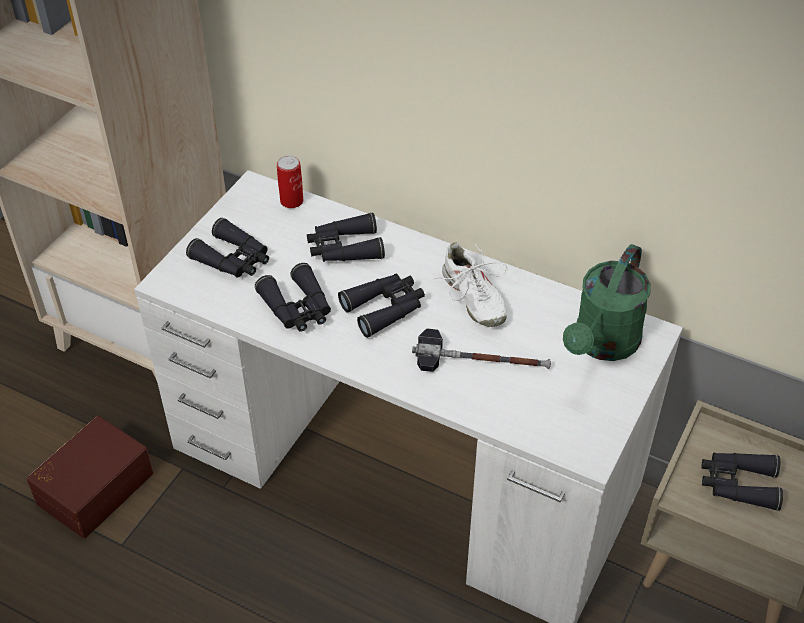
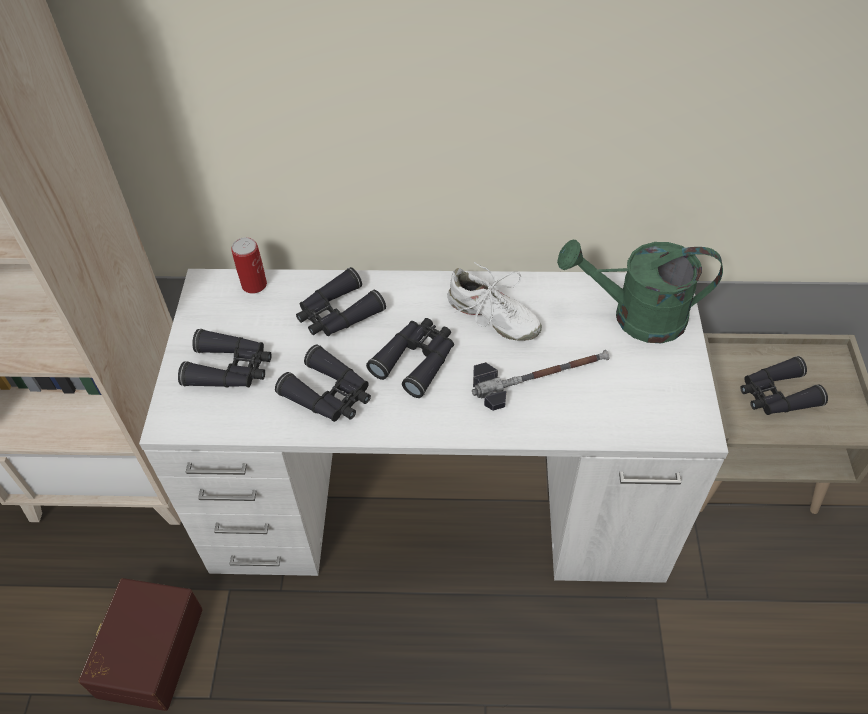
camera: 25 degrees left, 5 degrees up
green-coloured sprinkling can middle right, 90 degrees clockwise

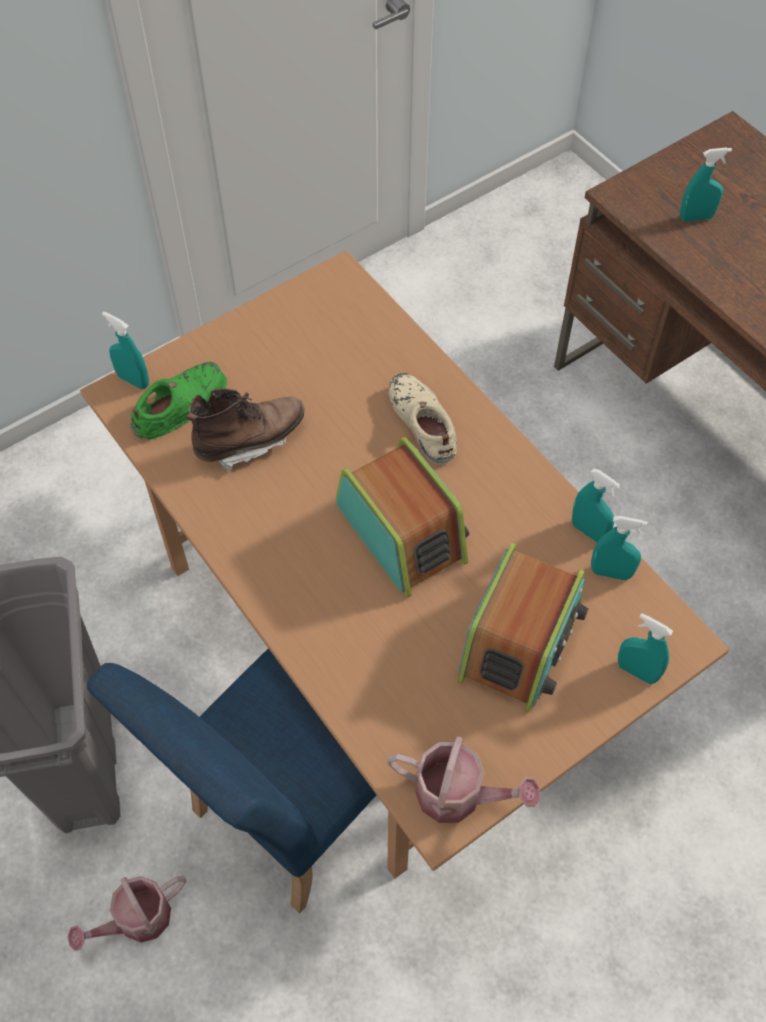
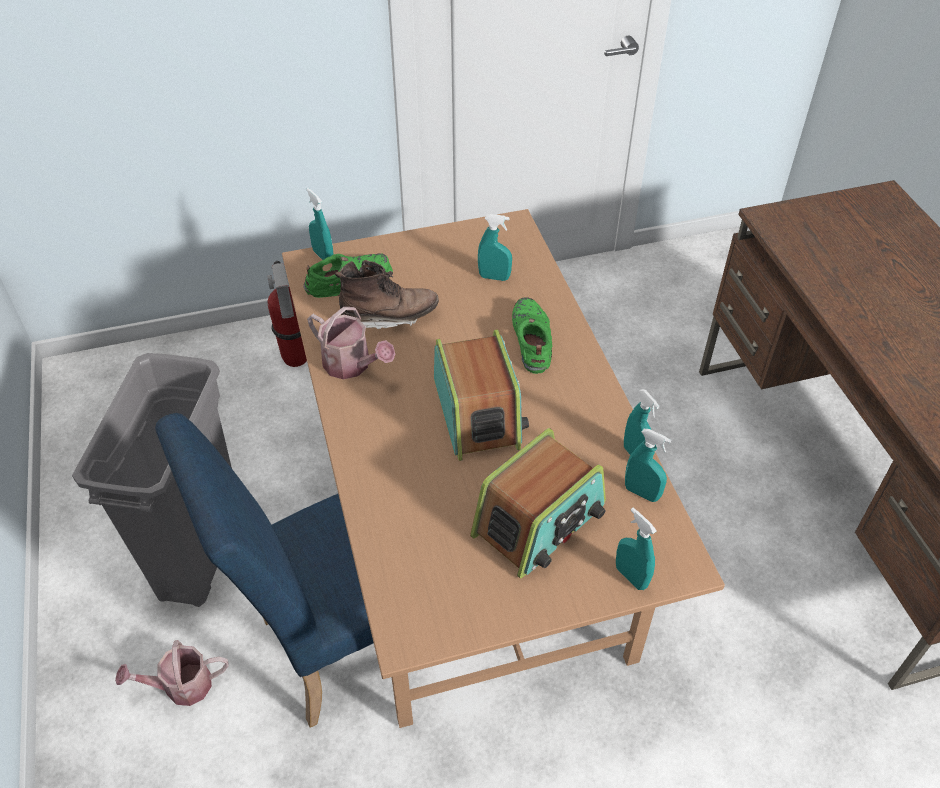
camera: 20 degrees right, 10 degrees down
none -> extinguisher middle left
sprinkling can (2nd from left) bottom centre -> sprinkling can (2nd from left) centre, move
blue-green hand sprayer (5th from left in the first image) top right -> blue-green hand sprayer (2nd from left) top centre, move
sand-coloured shoe centre -> green-coloured shoe (2nd from left) centre

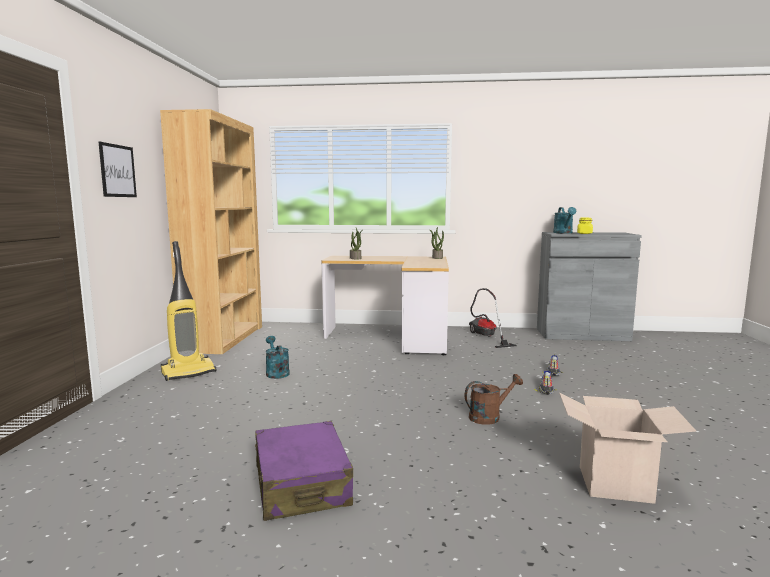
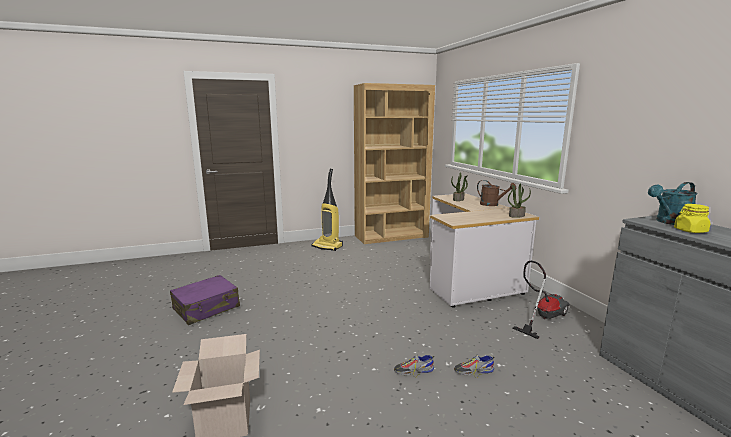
camera: 65 degrees right, 5 degrees up
wall art top left -> none
blue-green sprinkling can (1st from left) centre -> none
brown sprinkling can bottom centre -> brown sprinkling can middle right, move

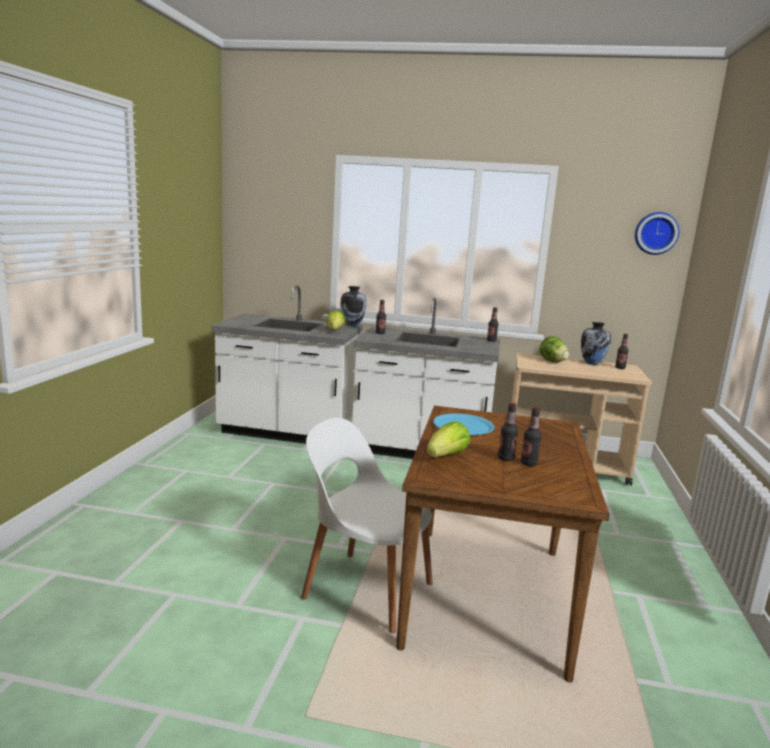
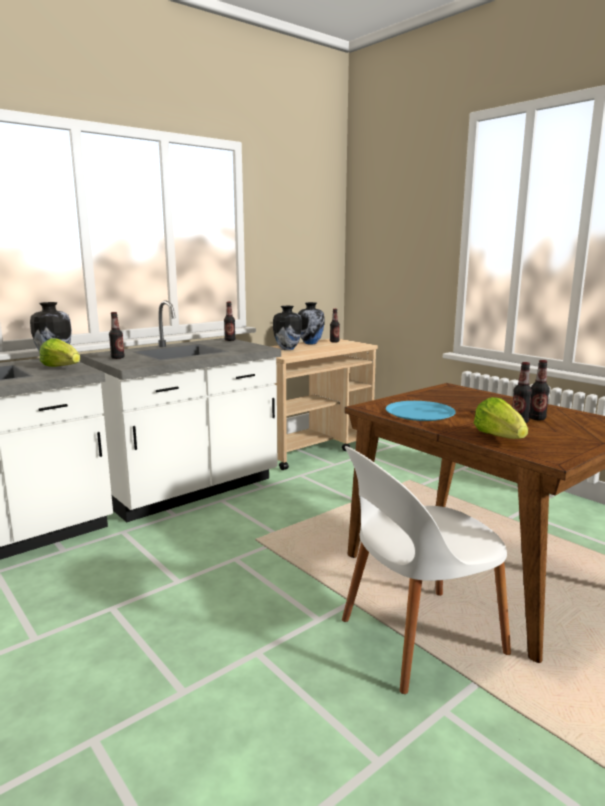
camera: 50 degrees left, 0 degrees up
hanging clock top right -> none
head of lettuce (3rd from left) middle right -> decorative vase (2nd from left) centre

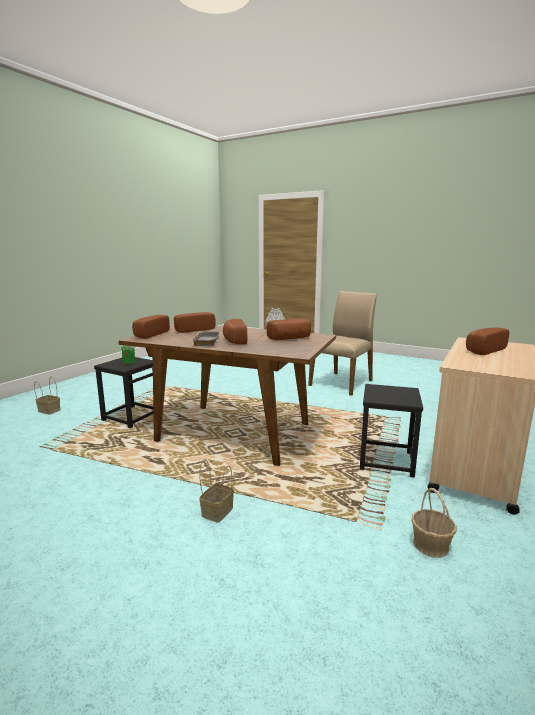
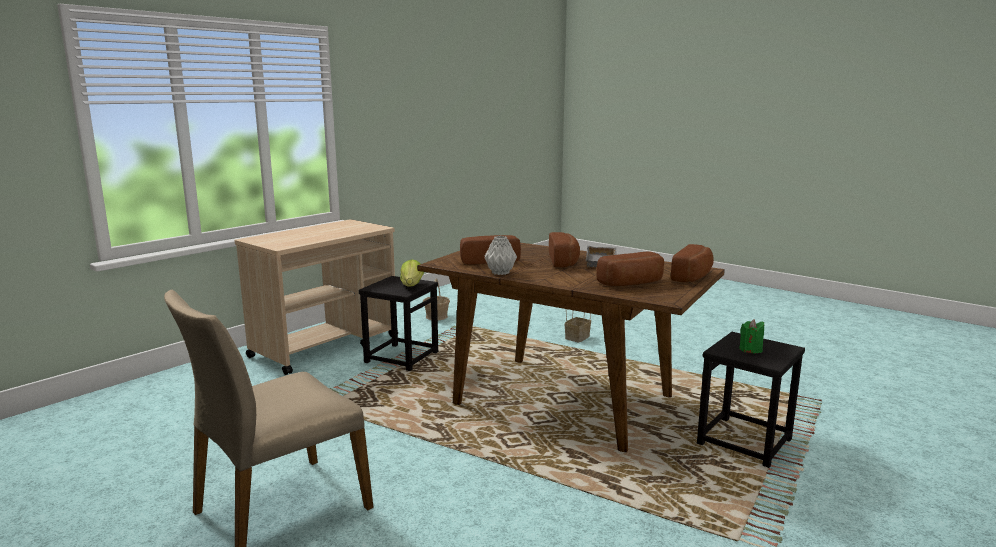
camera: 170 degrees left, 0 degrees up
storage basket (1st from left) middle left -> none
baked bread (5th from left) middle right -> none
none -> head of lettuce centre

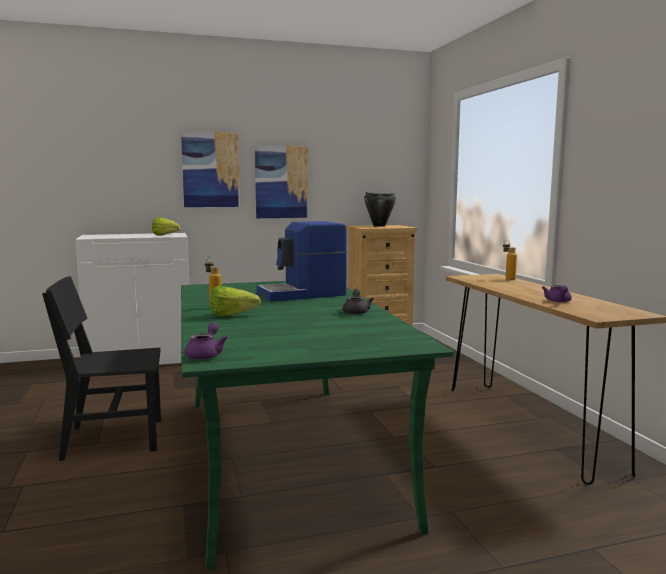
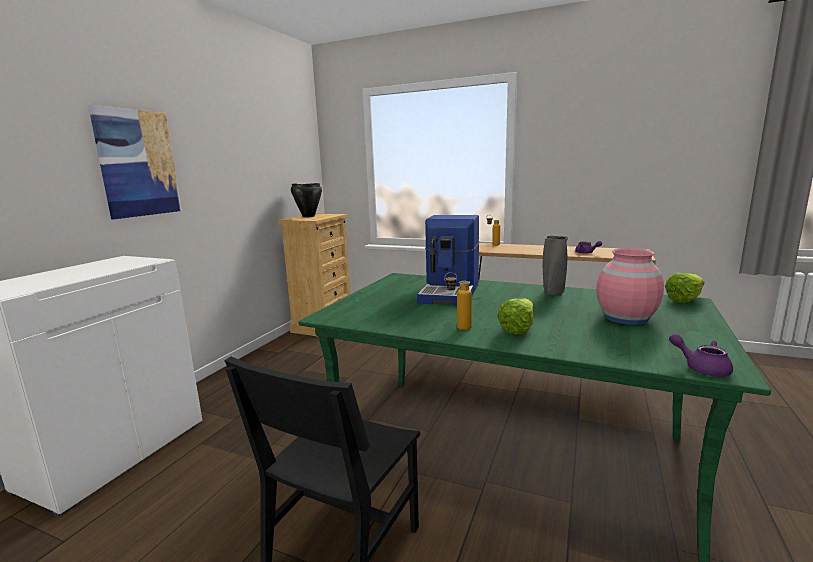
camera: 50 degrees left, 5 degrees up
wall art (2nd from left) top centre -> none
none -> pink decorative vase middle right
head of lettuce (1st from left in the first image) middle left -> head of lettuce (2nd from left) middle right, move
grey teapot centre -> grey decorative vase middle right

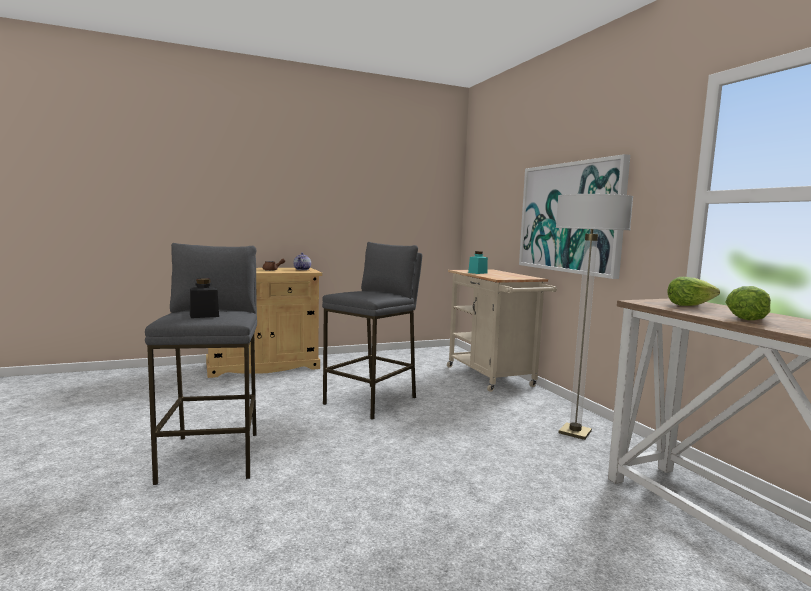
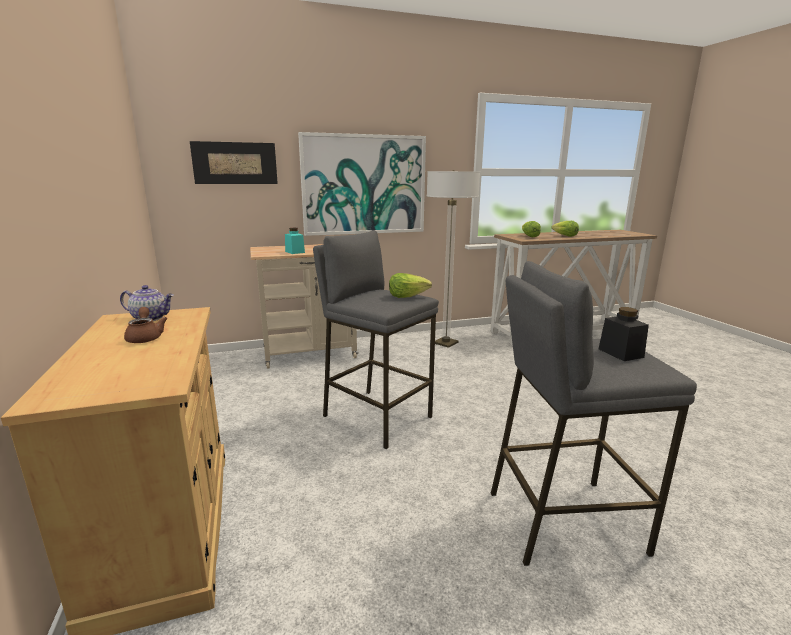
camera: 85 degrees left, 10 degrees up
none -> wall art (1st from left) top left
none -> head of lettuce (1st from left) centre

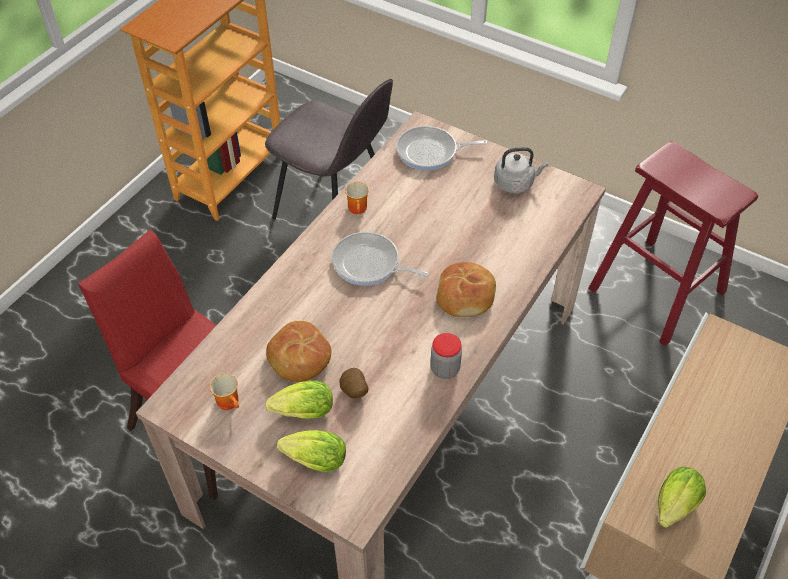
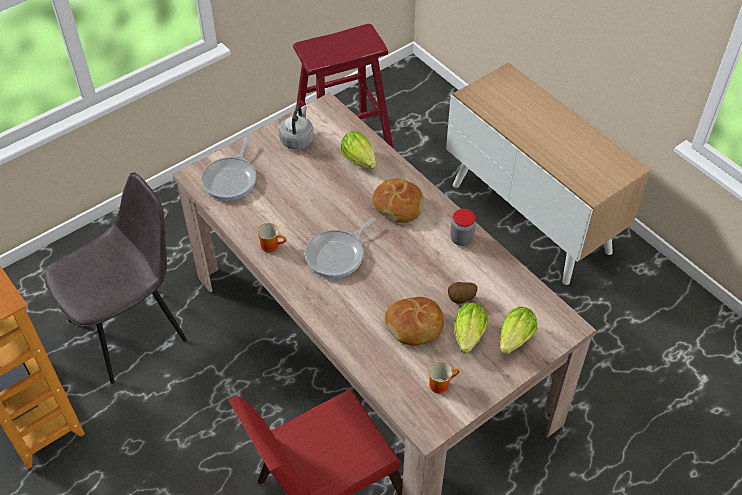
camera: 70 degrees left, 0 degrees up
head of lettuce (3rd from left in the first image) bottom right -> head of lettuce (1st from left) top centre, move

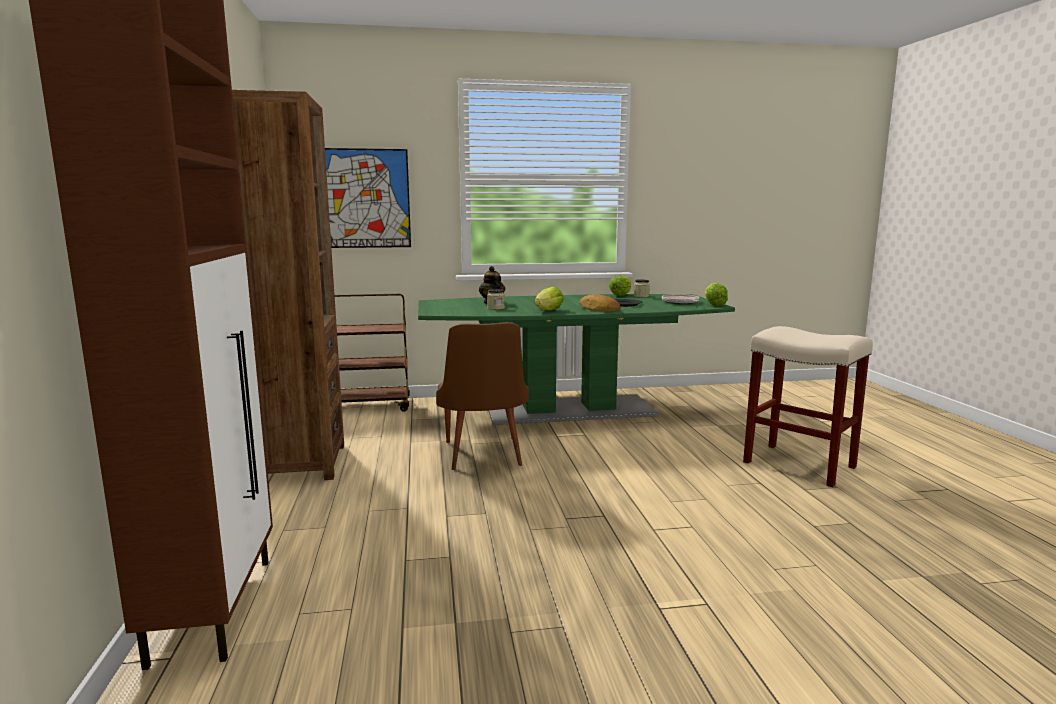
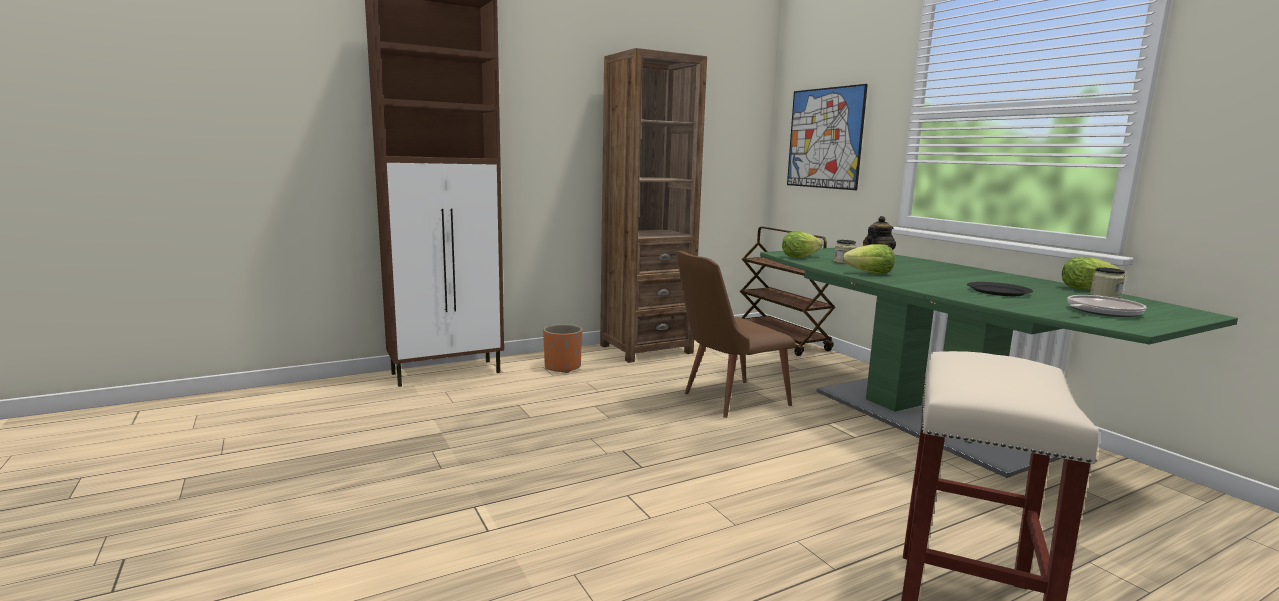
camera: 70 degrees right, 0 degrees up
baked bread centre -> none
none -> orange planter centre
head of lettuce (3rd from left in the first image) middle right -> head of lettuce (1st from left) centre, move

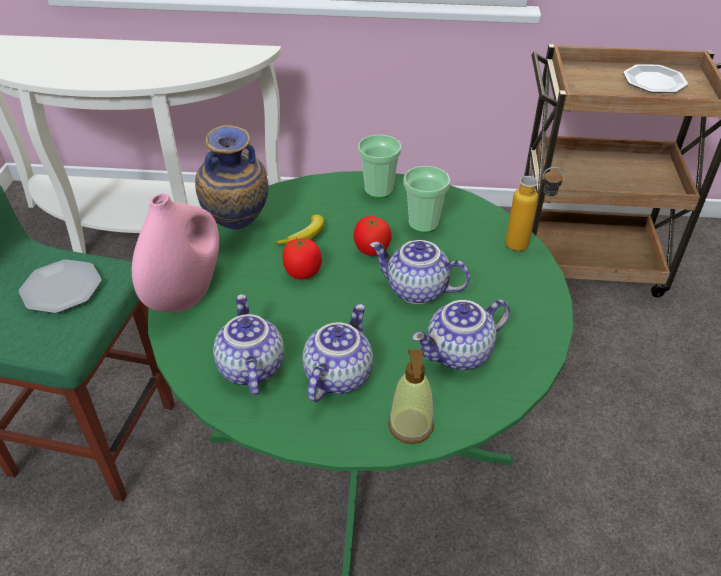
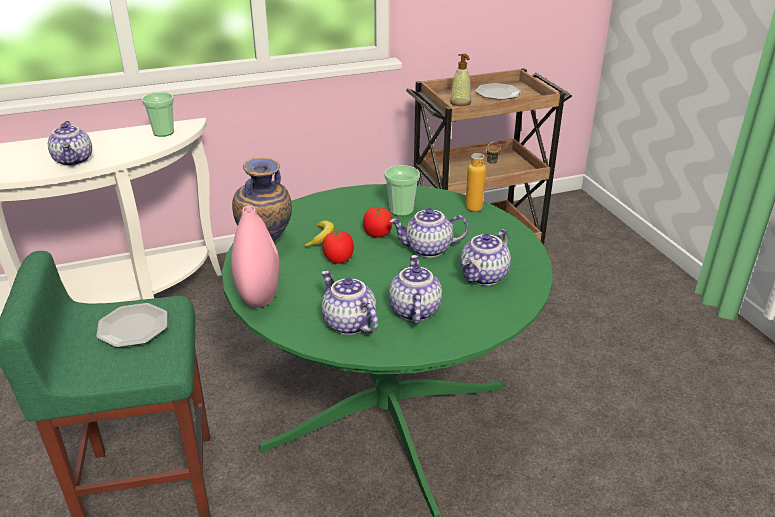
camera: 25 degrees left, 10 degrees down
none -> teapot (1st from left) top left
drinking cup (1st from left) top centre -> drinking cup (1st from left) top left, move
soap dispenser bottom centre -> soap dispenser top centre, move

